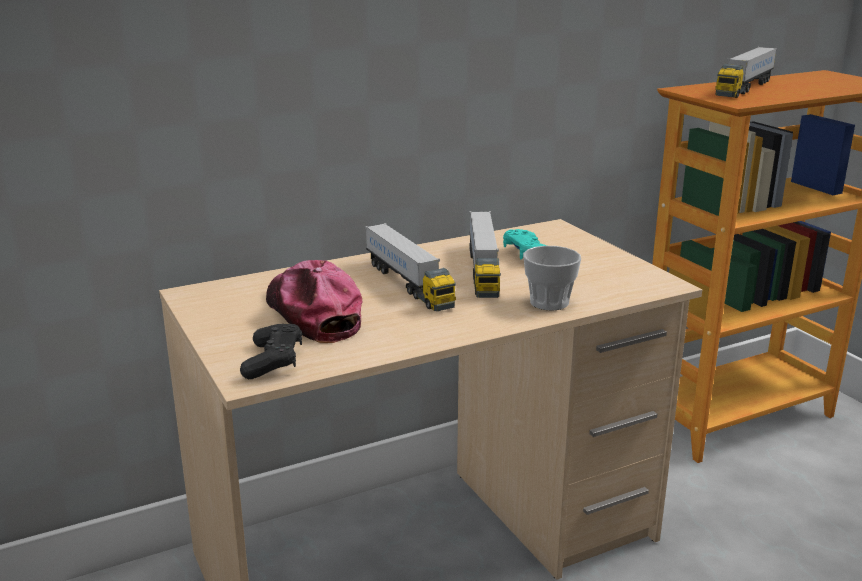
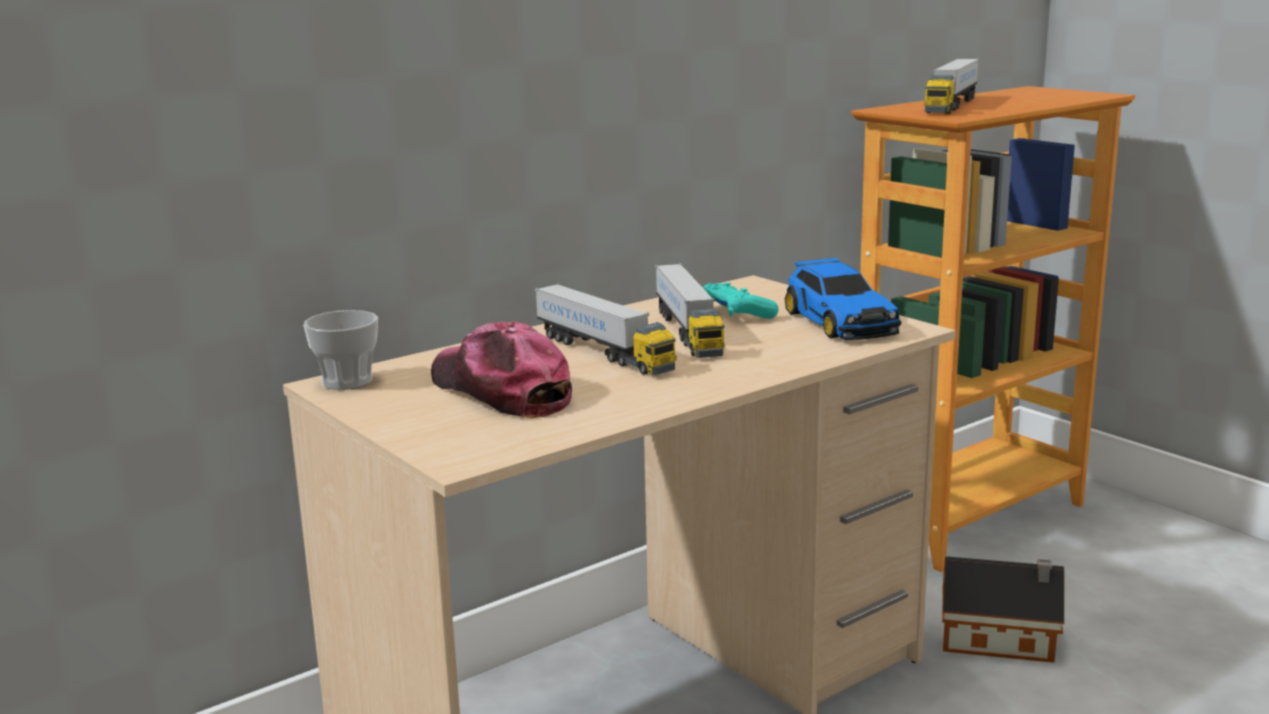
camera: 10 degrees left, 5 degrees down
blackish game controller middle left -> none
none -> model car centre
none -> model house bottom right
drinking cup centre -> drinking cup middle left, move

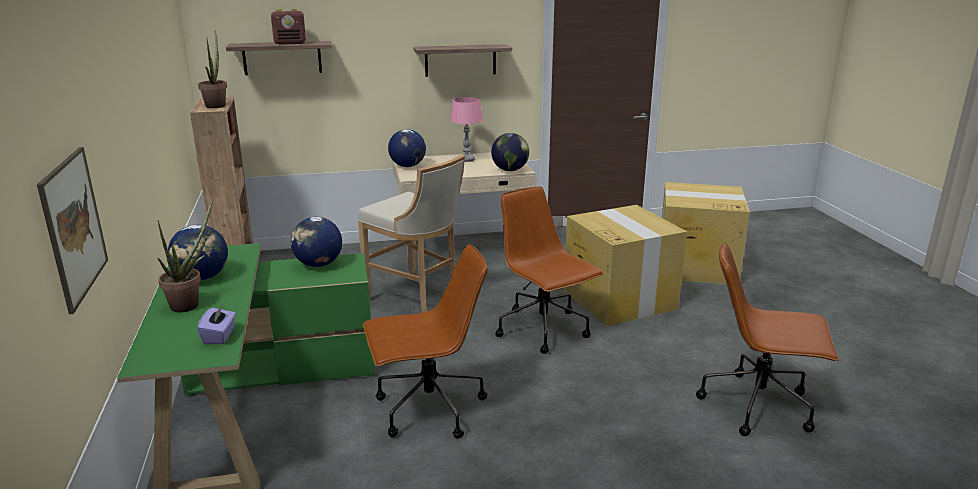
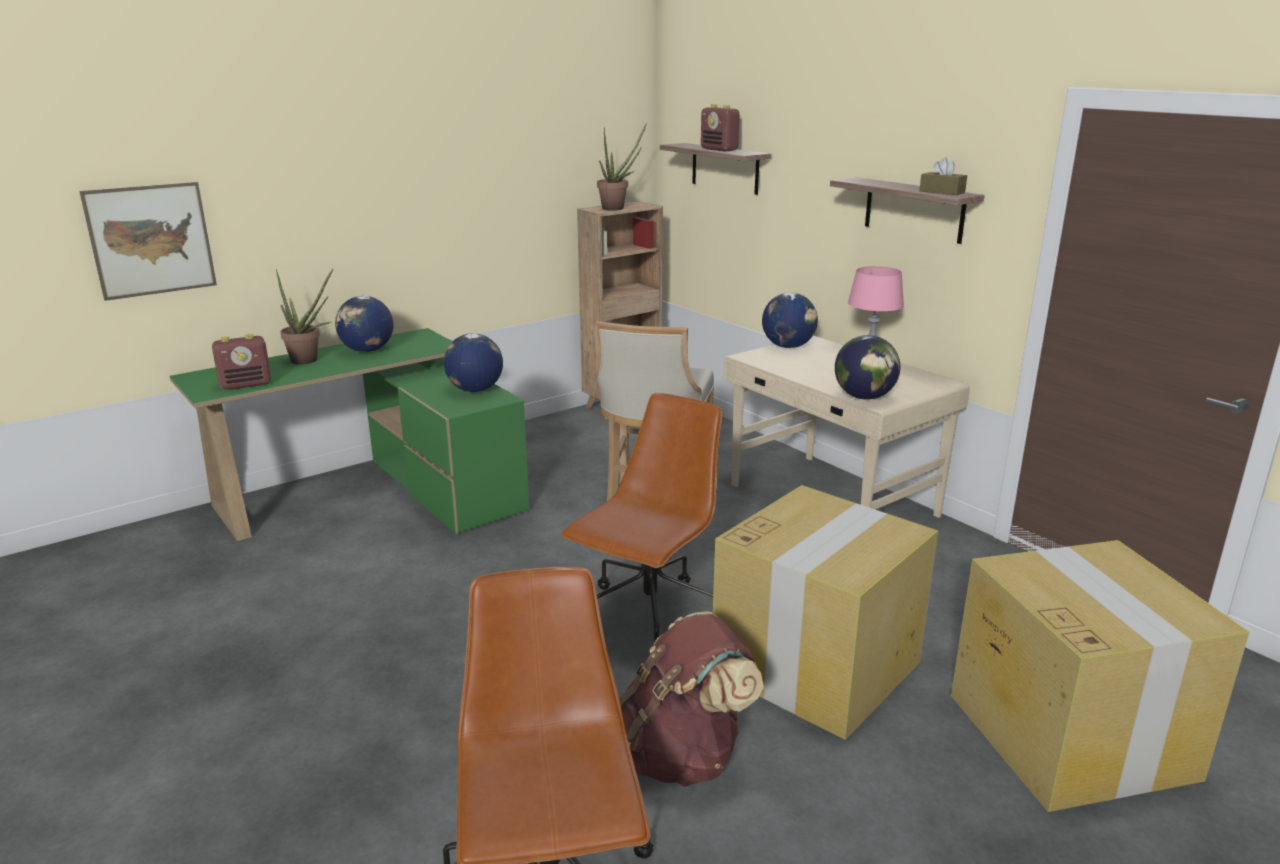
camera: 65 degrees right, 0 degrees up
brown computer chair (1st from left) bottom centre -> none
none -> brown backpack bottom centre
none -> brown box of tissues top right
purple box of tissues middle left -> radio receiver (1st from left) middle left

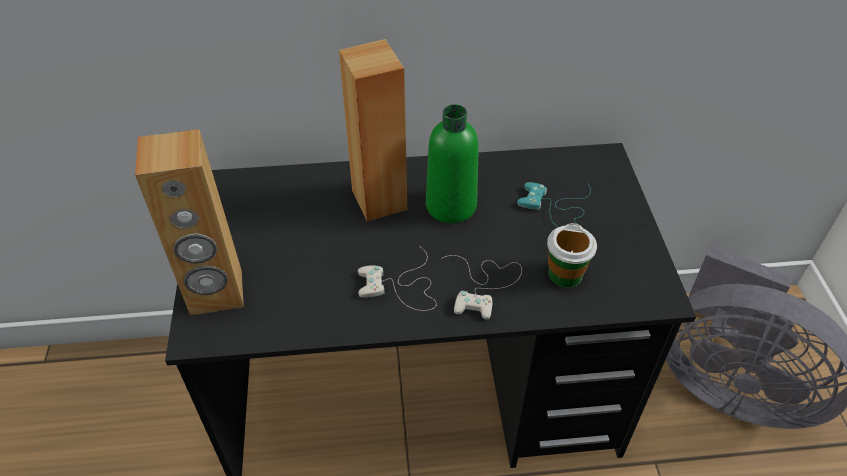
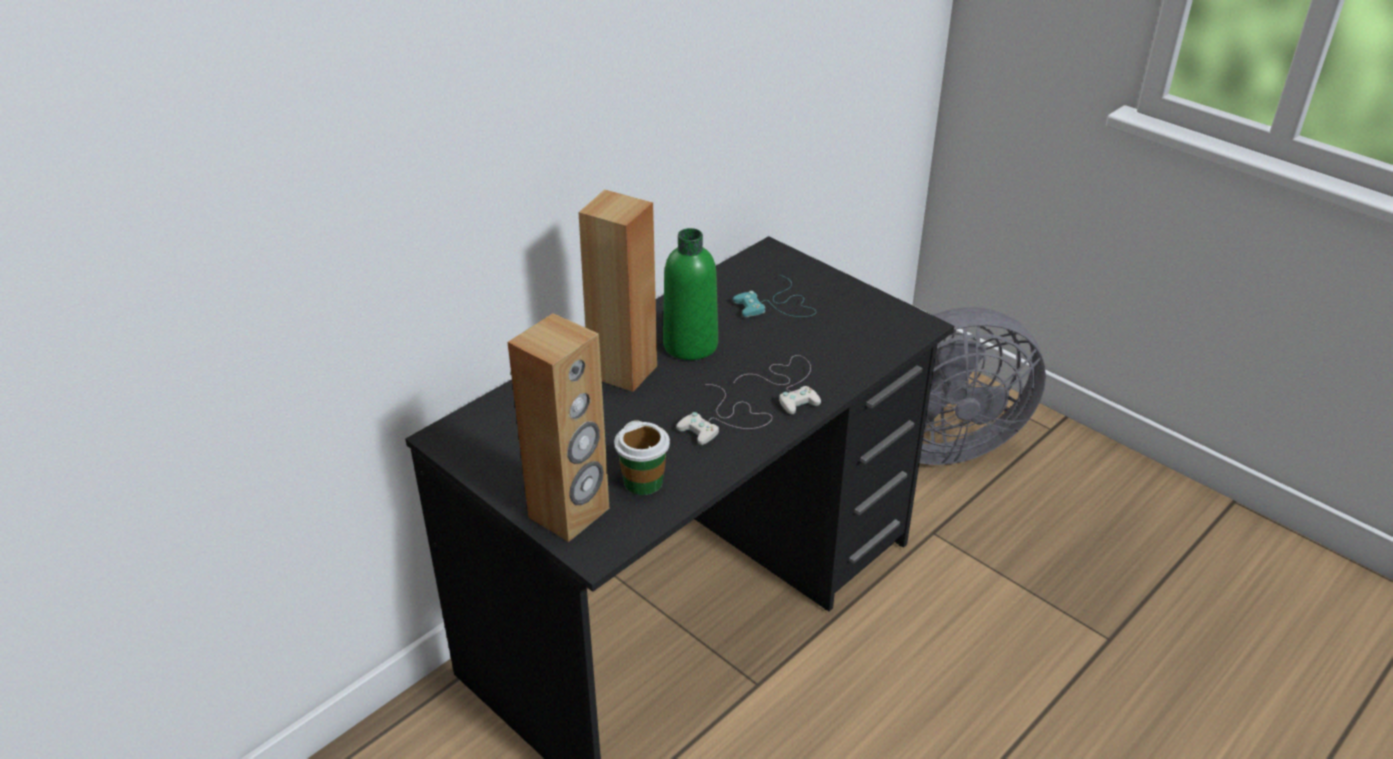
camera: 40 degrees left, 10 degrees down
drinking cup middle right -> drinking cup centre, move

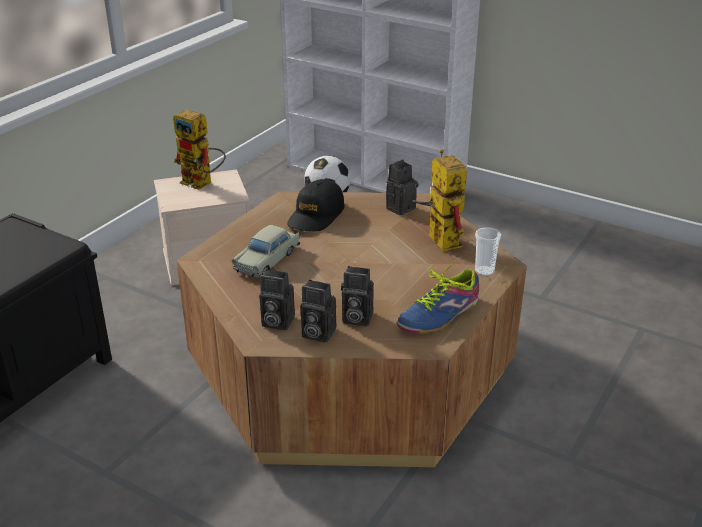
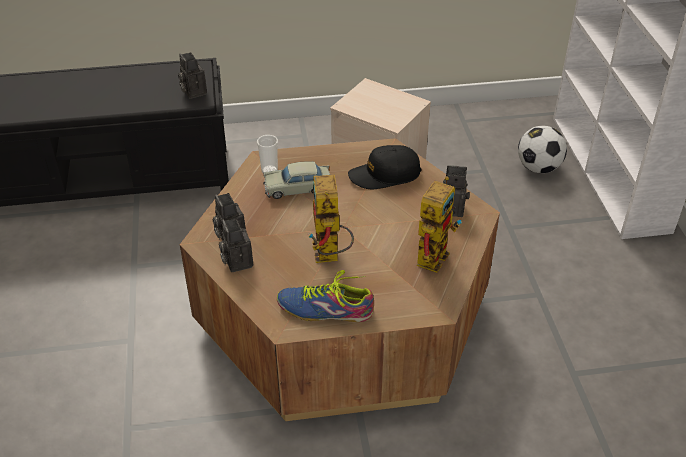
camera: 50 degrees right, 10 degrees up
toy robot (1st from left) top left -> toy robot (1st from left) centre, move
photo camera (3rd from left in the first image) centre -> photo camera (1st from left) top left, move
drinking cup middle right -> drinking cup centre, move

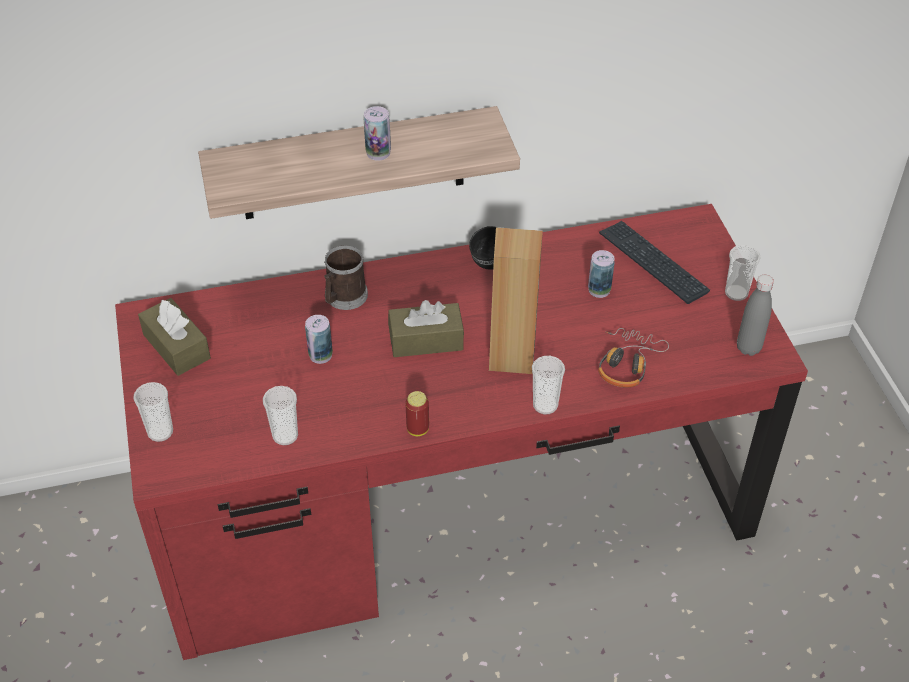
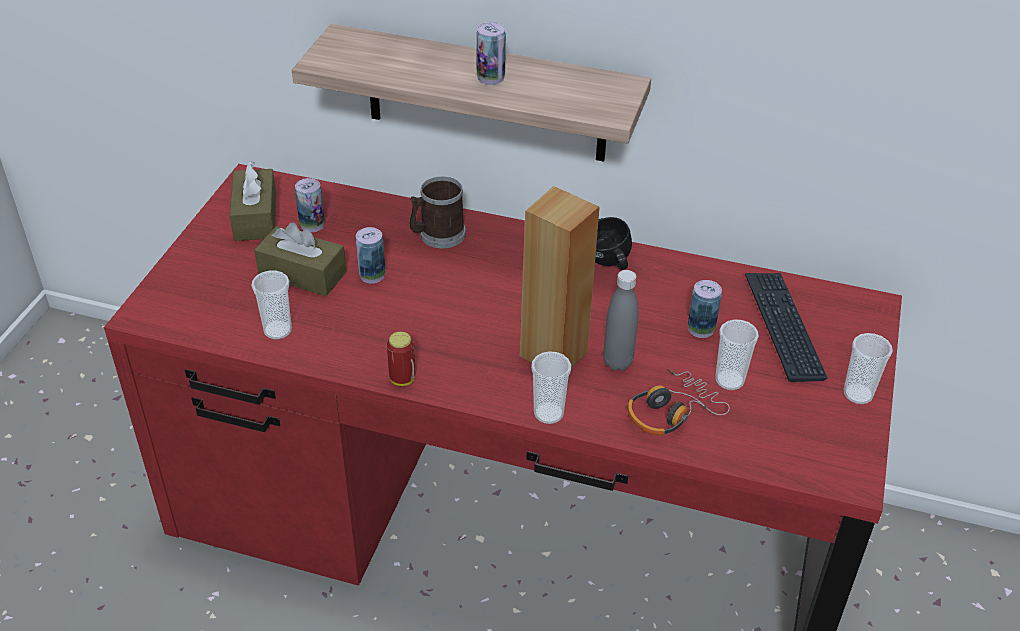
camera: 30 degrees right, 5 degrees down
none -> metal can (1st from left) top left
drinking cup (1st from left in the first image) middle left -> drinking cup (3rd from left) middle right, move
brown box of tissues (2nd from left) centre -> brown box of tissues (2nd from left) middle left, move
grey beverage bottle middle right -> grey beverage bottle centre, move

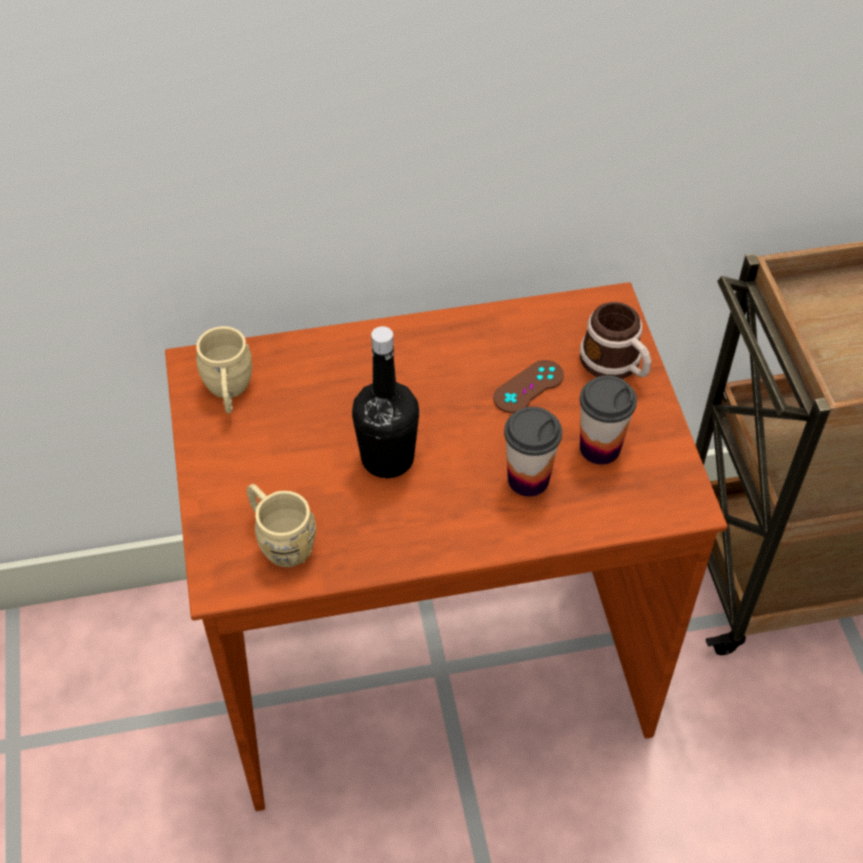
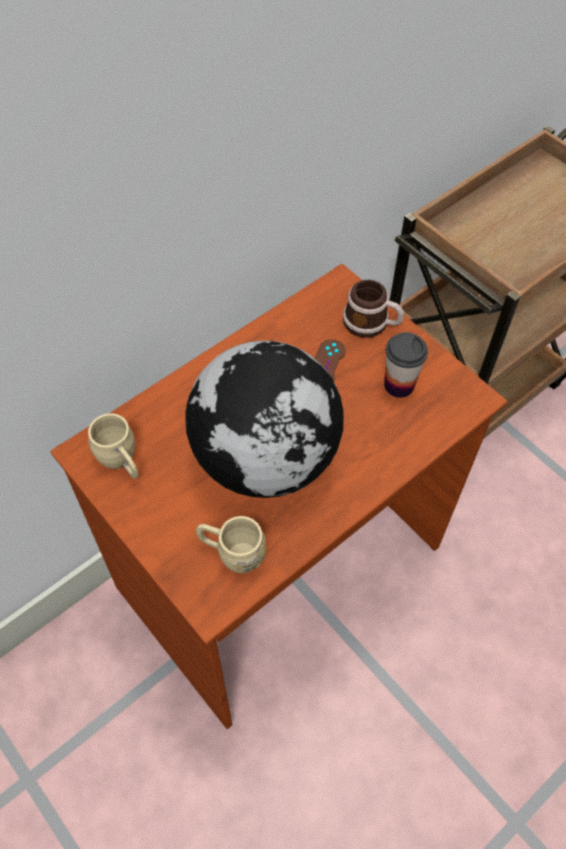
camera: 30 degrees left, 5 degrees up
drinking cup (1st from left) centre -> none
blackish beverage bottle centre -> globe centre

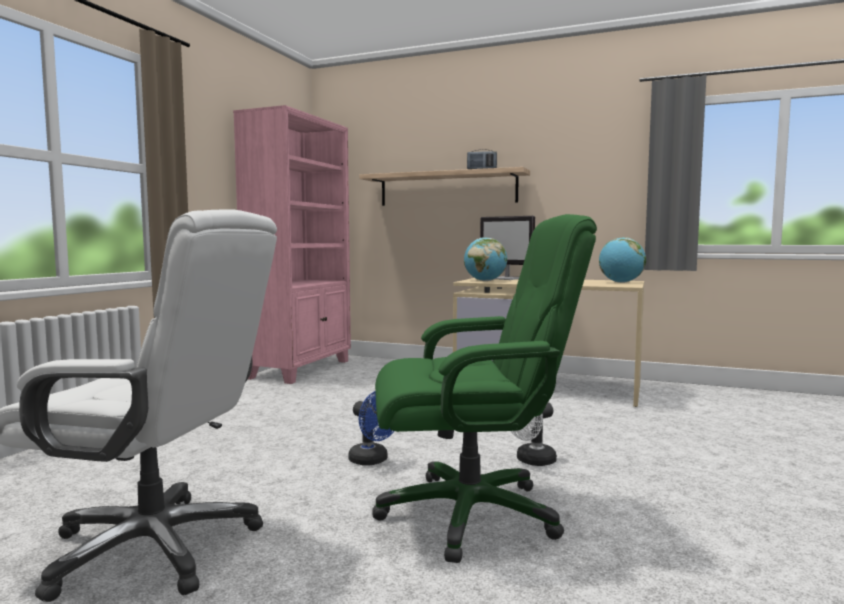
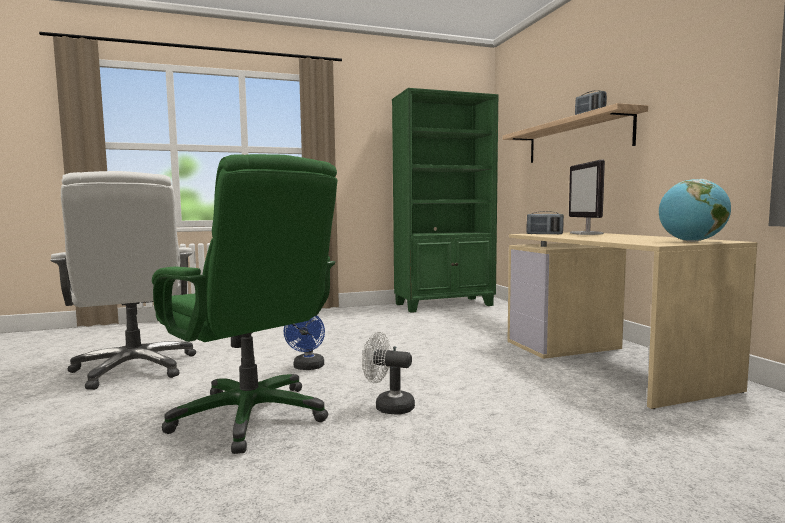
camera: 50 degrees right, 0 degrees up
globe (1st from left) centre -> radio receiver (1st from left) middle right
pink bookshelf centre -> green-coloured bookshelf centre

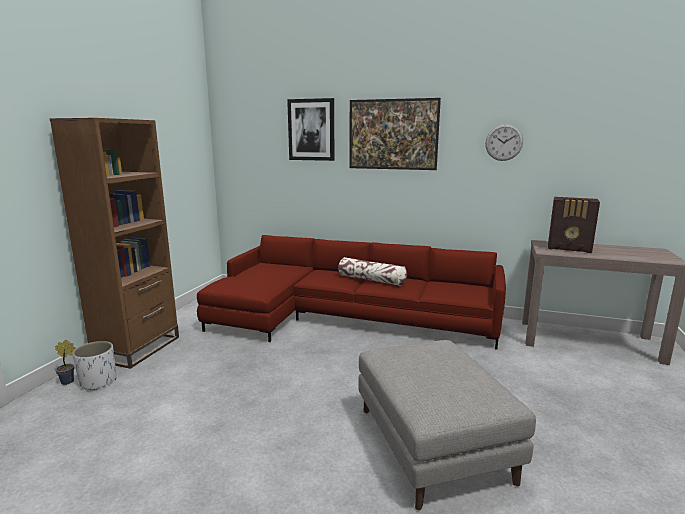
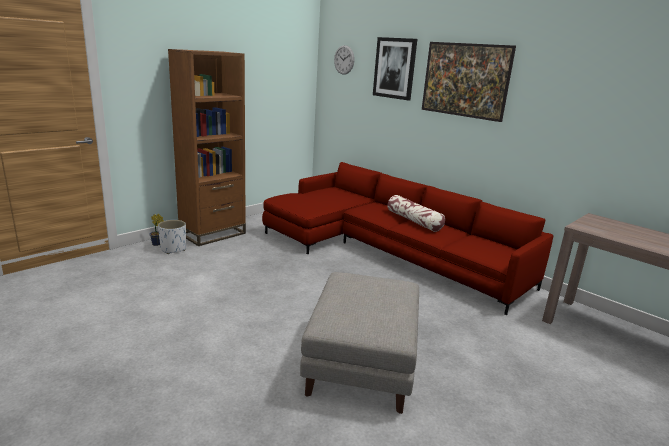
camera: 25 degrees right, 5 degrees up
radio receiver middle right -> none
hanging clock top right -> hanging clock top centre, move

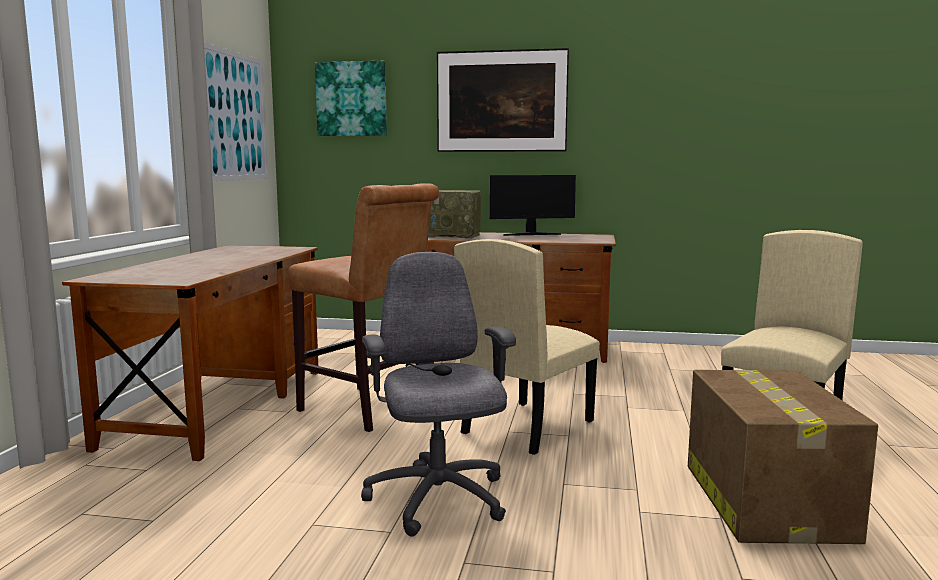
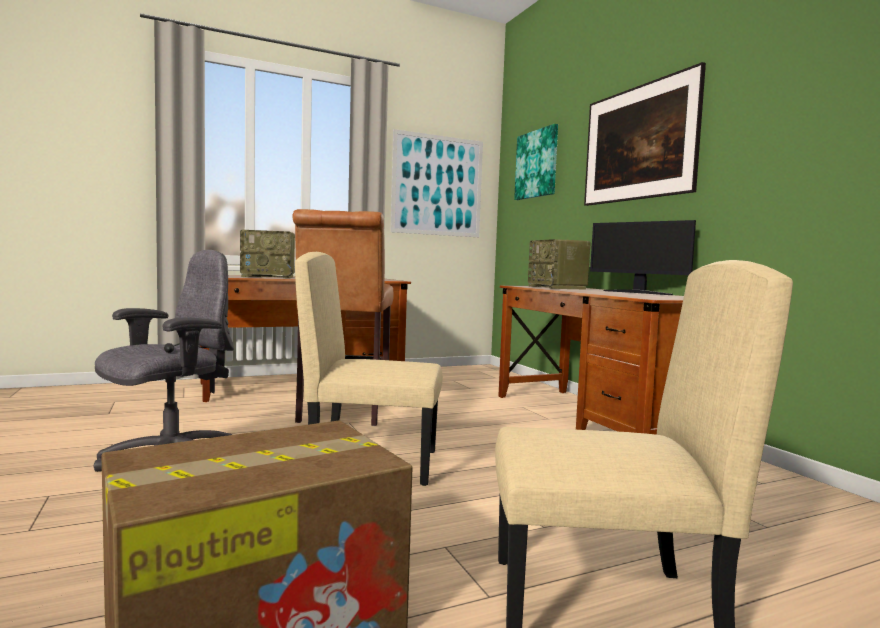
camera: 55 degrees right, 5 degrees down
none -> radio receiver (1st from left) middle left

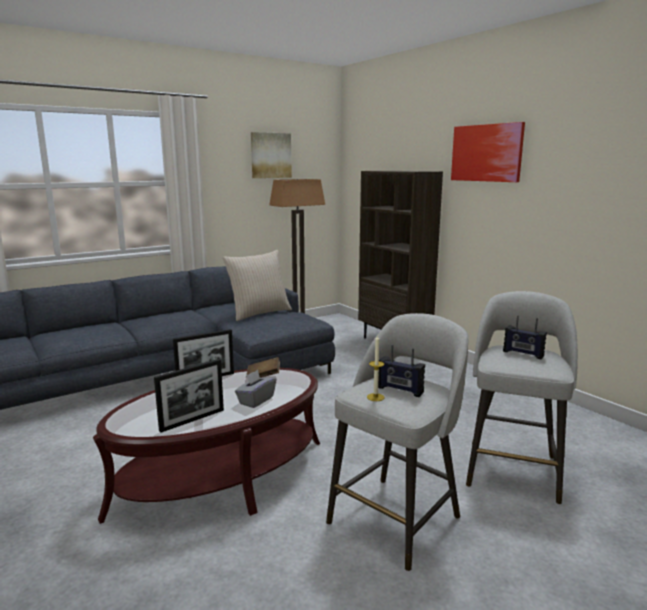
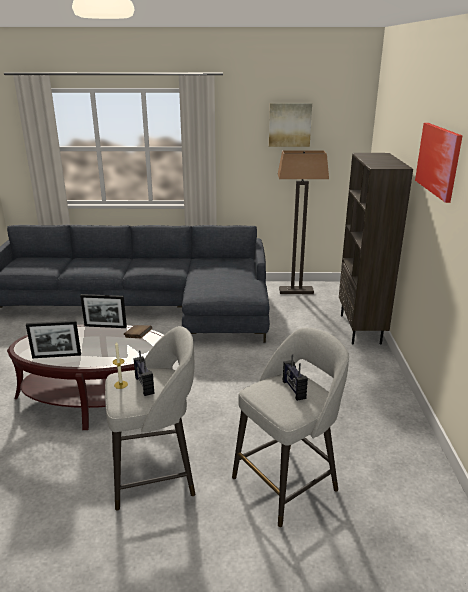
camera: 35 degrees right, 10 degrees up
sand-coloured pillow centre -> none
grey box of tissues centre -> none

